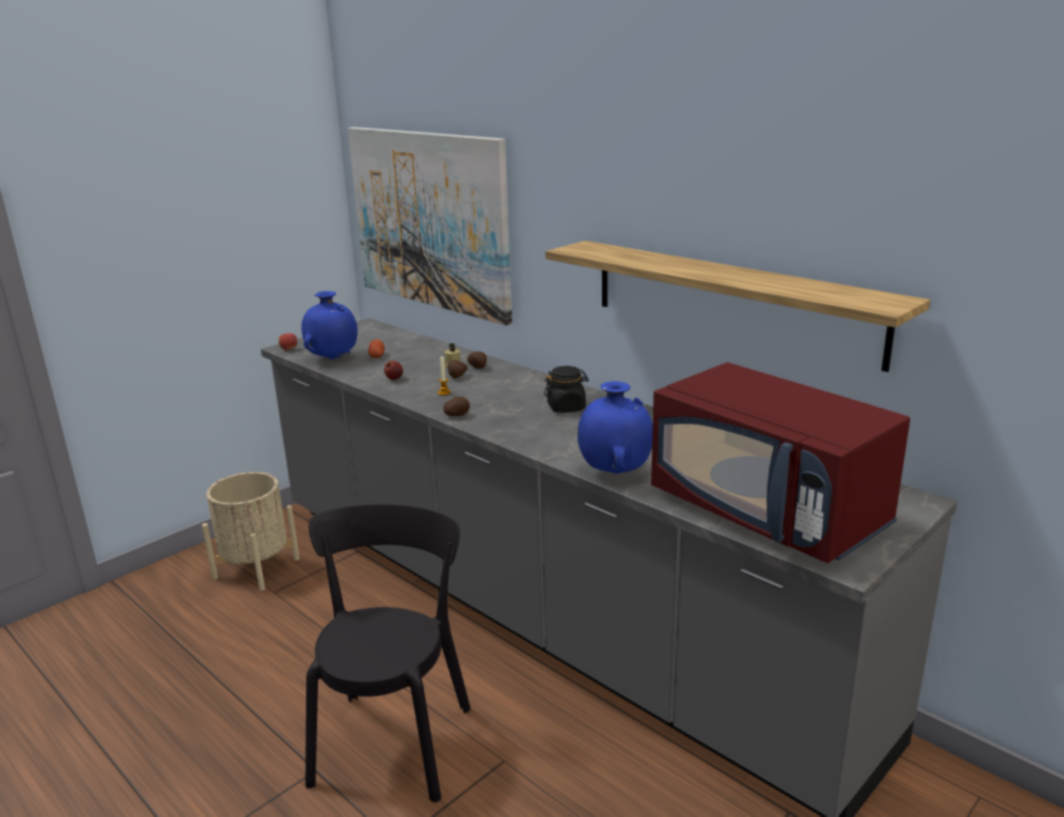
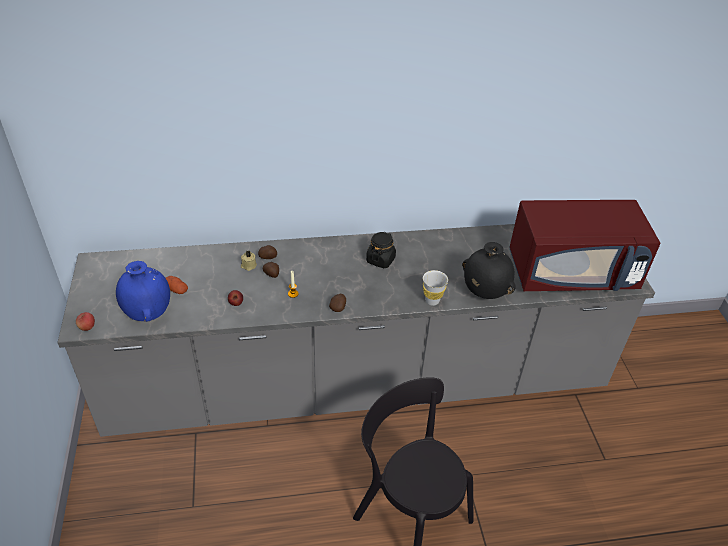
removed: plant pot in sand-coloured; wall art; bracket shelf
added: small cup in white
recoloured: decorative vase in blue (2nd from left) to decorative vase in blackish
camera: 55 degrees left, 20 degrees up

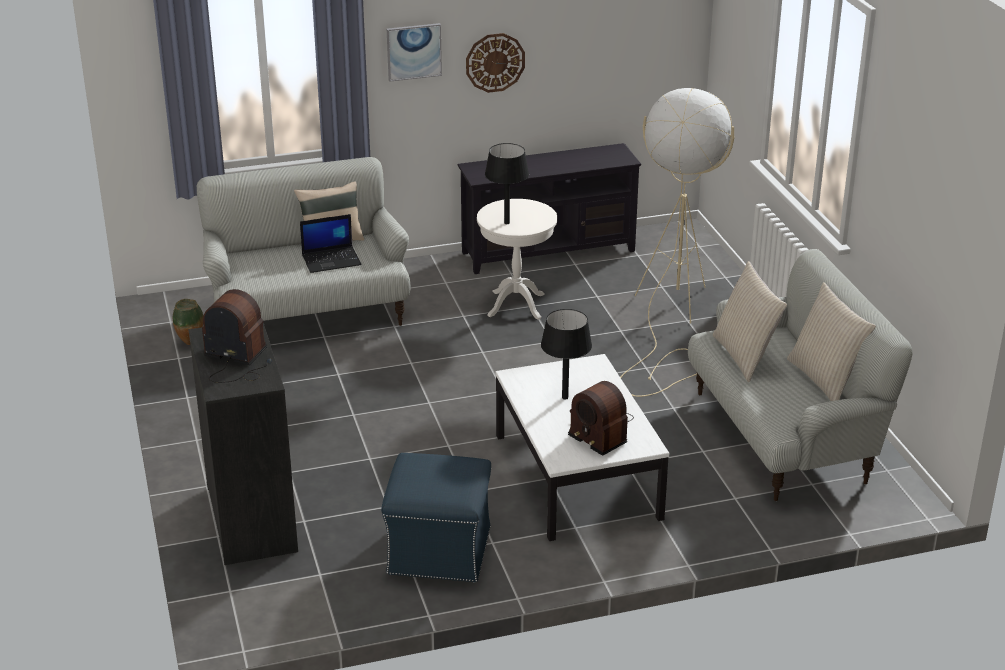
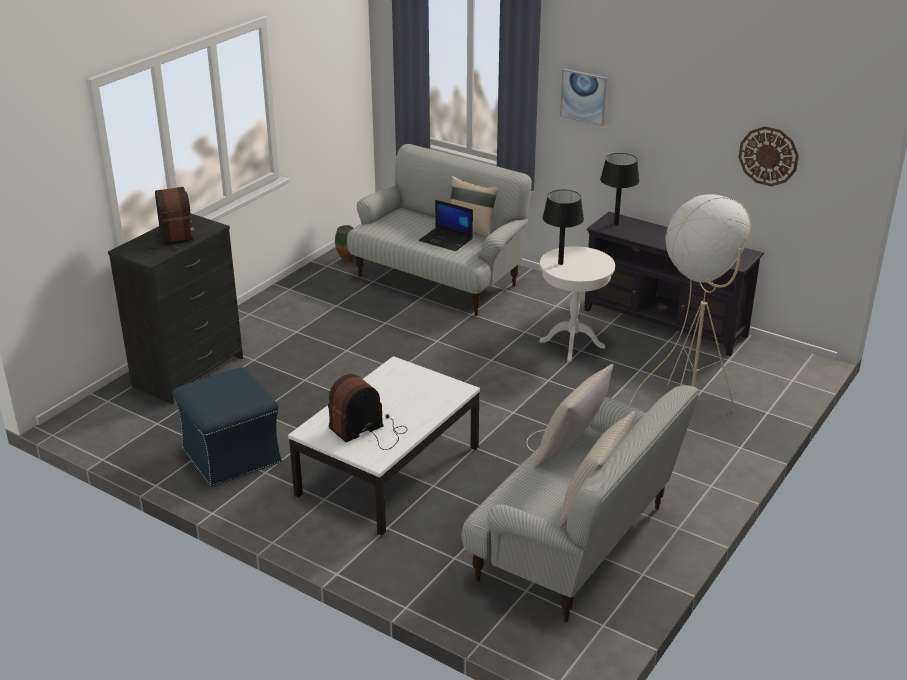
moved: lamp for a table in blackish (2nd from left); clock on the wall
turned: radio receiver (2nd from left) 45 degrees clockwise
camera: 50 degrees right, 0 degrees up

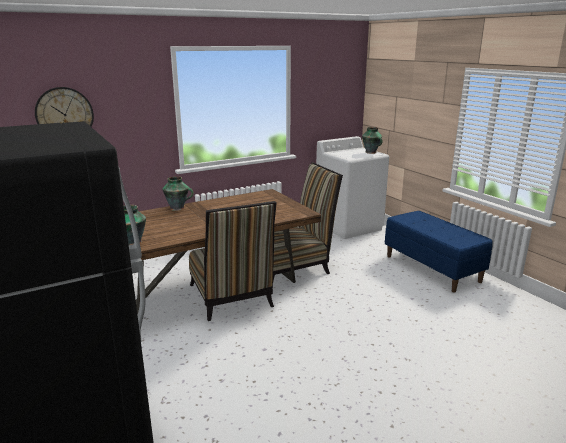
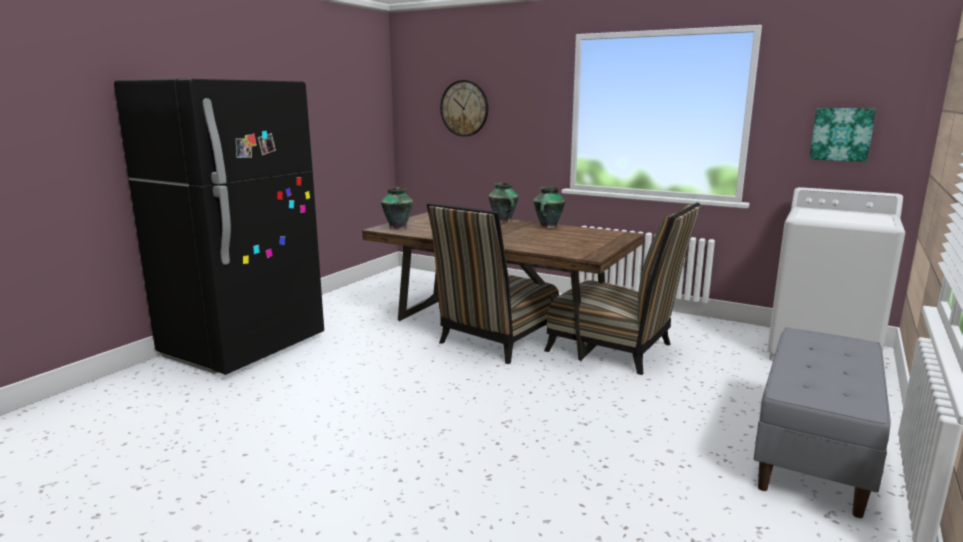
added: wall art
moved: decorative vase (3rd from left)
recoloured: bench in blue to bench in grey
camera: 60 degrees right, 5 degrees down

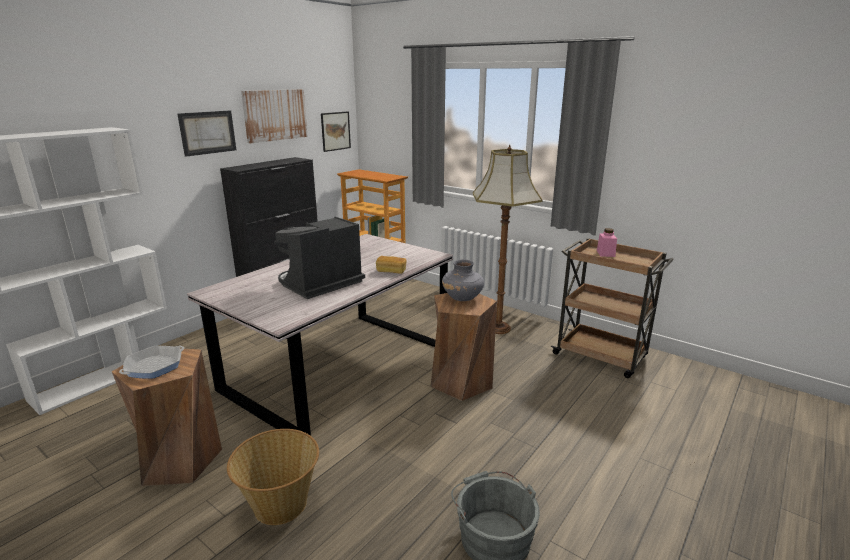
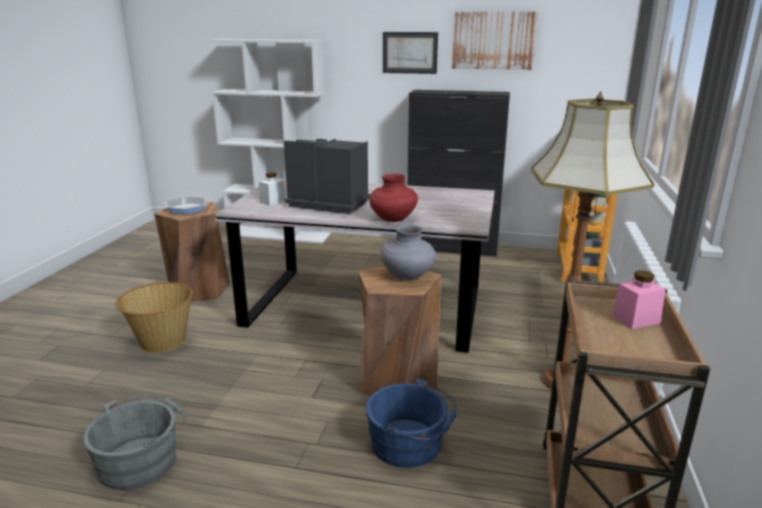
removed: wall art (3rd from left)
added: storage jar in white; water bucket in blue
replaced: bread to decorative vase in red-coloured
camera: 65 degrees right, 0 degrees up

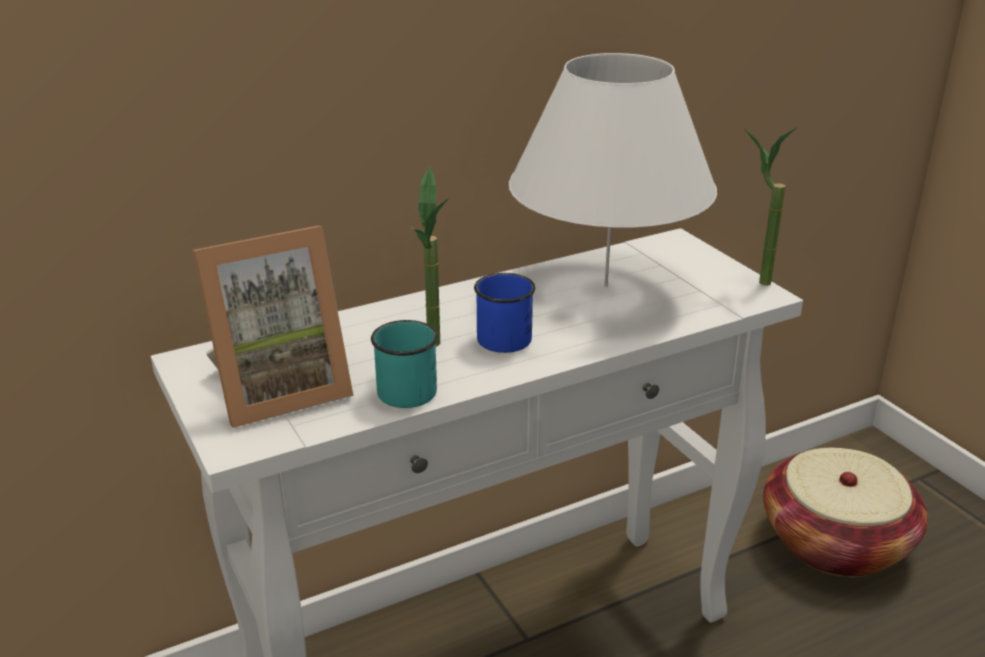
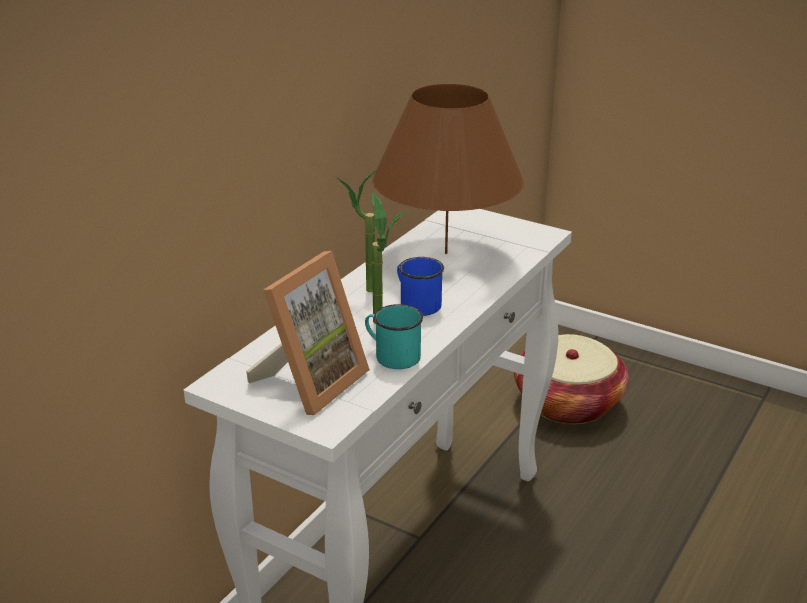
moved: plant in a pot (2nd from left in the first image) to plant in a pot (1st from left)
recoloured: lamp for a table in white to lamp for a table in brownish
camera: 30 degrees left, 0 degrees up

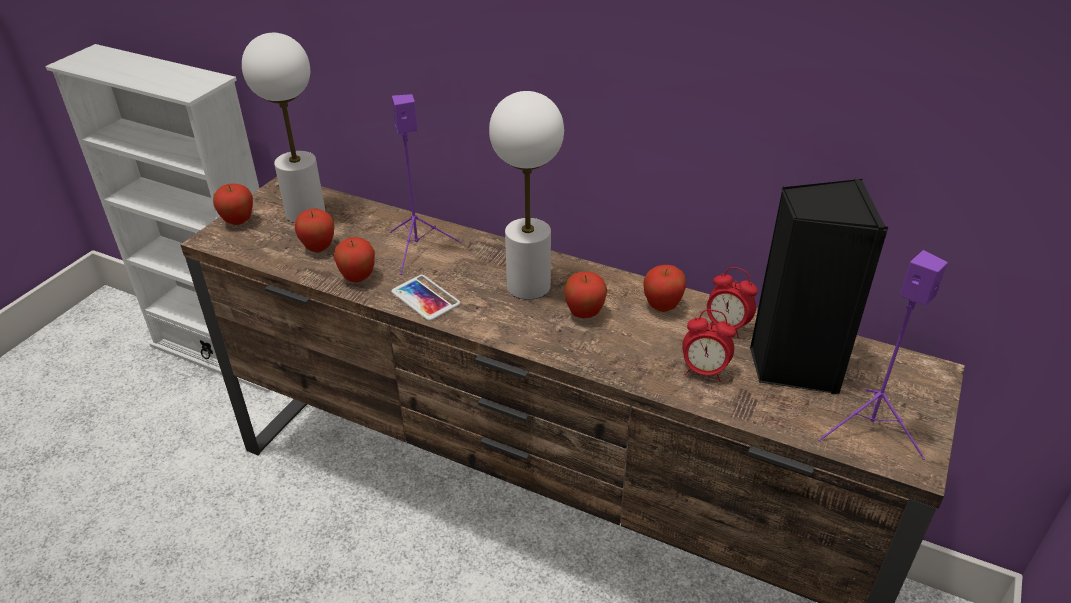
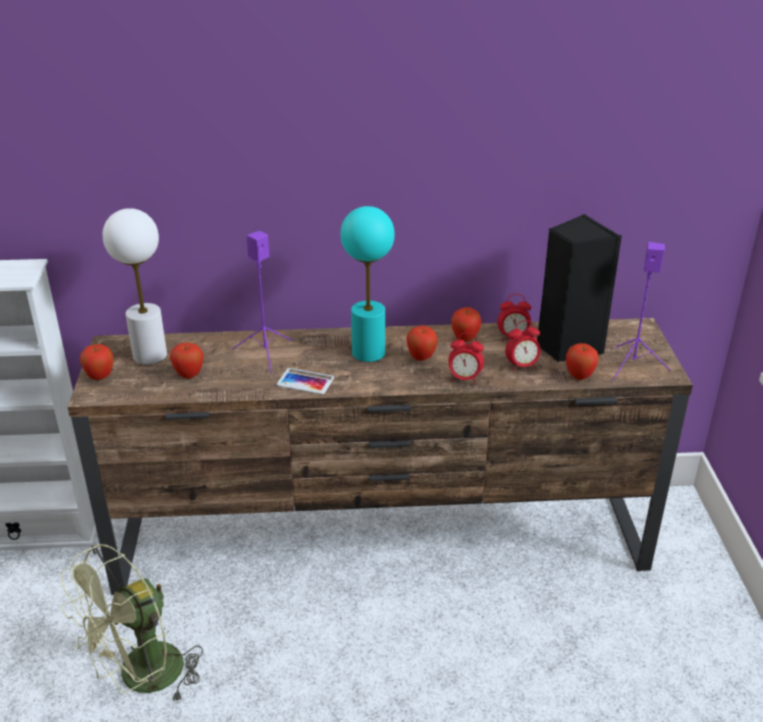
added: cooling fan in green; bedside clock (1st from left)
moved: apple fruit (3rd from left in the first image) to apple fruit (5th from left)
recoloured: lamp for a table in white (2nd from left) to lamp for a table in turquoise
camera: 30 degrees left, 5 degrees down

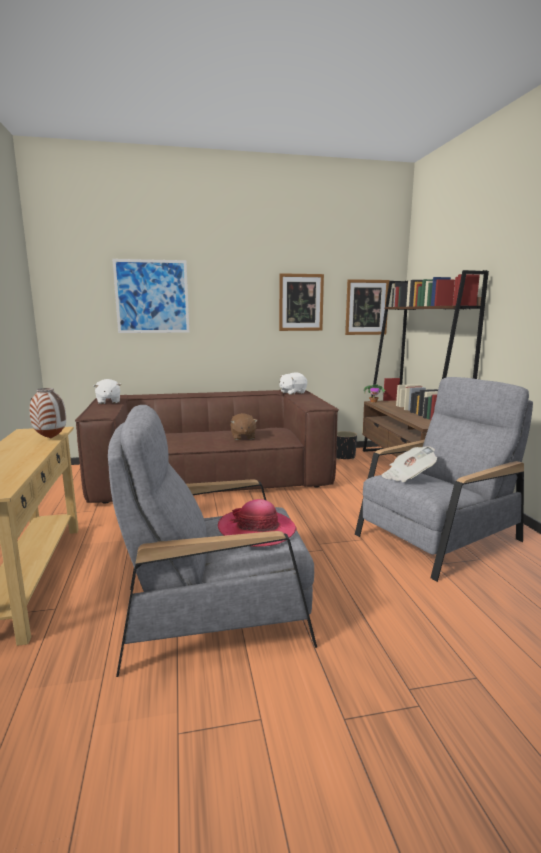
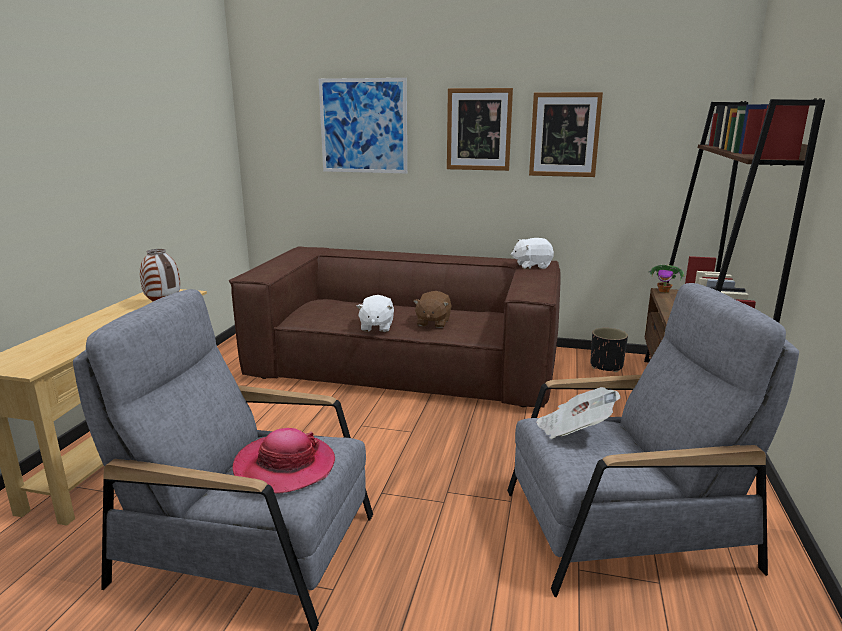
moved: soft toy in white (1st from left); wall art (3rd from left in the first image) to wall art (2nd from left)
camera: 25 degrees right, 5 degrees up

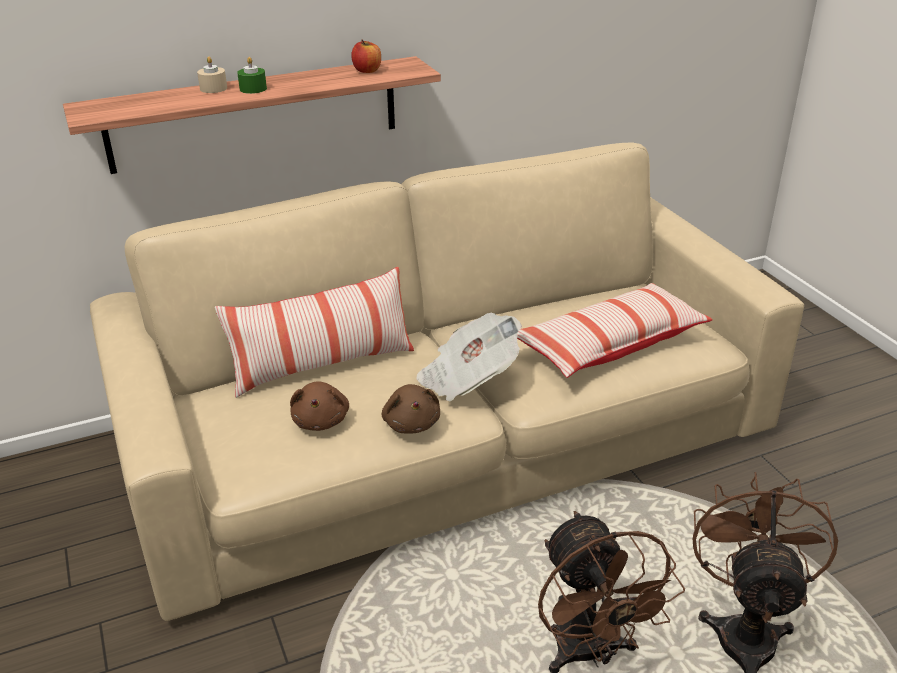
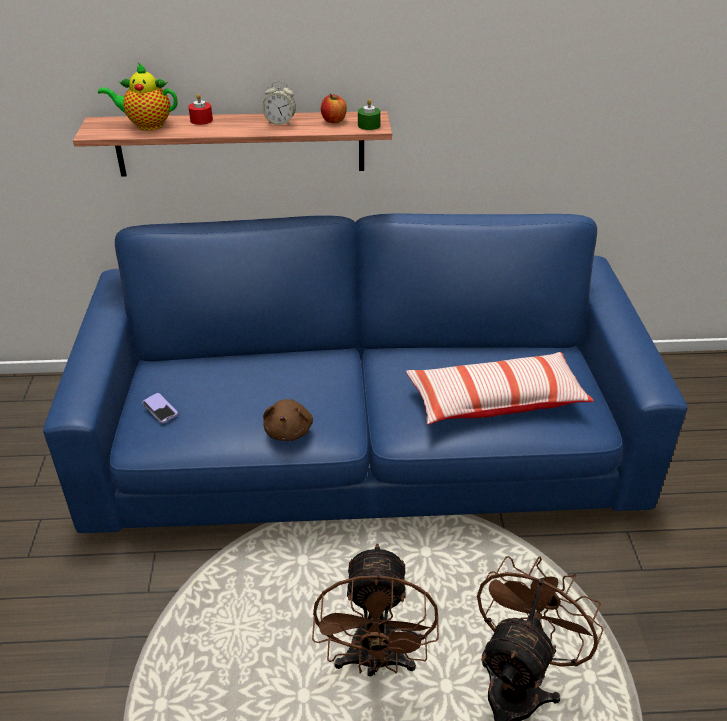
removed: pillow (1st from left); soft toy in brownish (1st from left); daily paper
added: teapot; phone; bedside clock
moved: wax light in green
recoloured: sofa in sand-coloured to sofa in blue; wax light in sand-coloured to wax light in red-coloured
camera: 20 degrees right, 5 degrees up

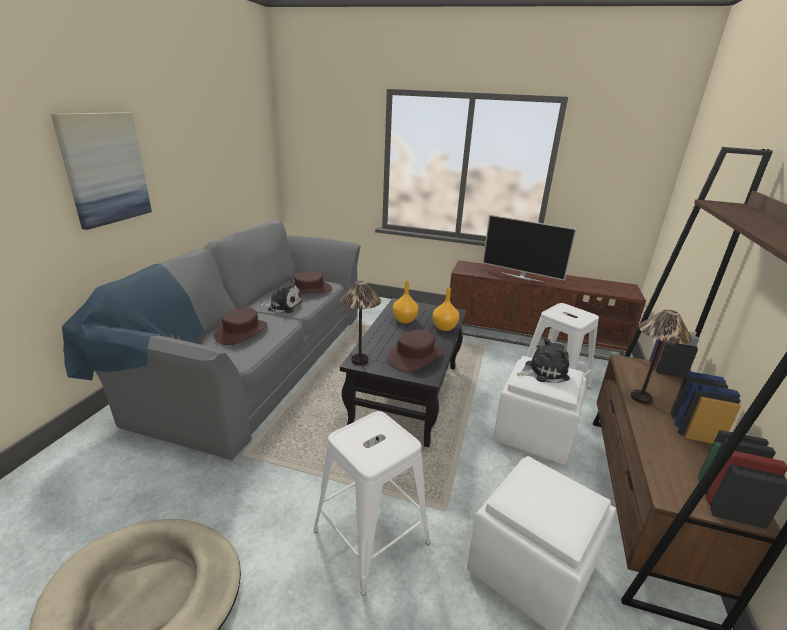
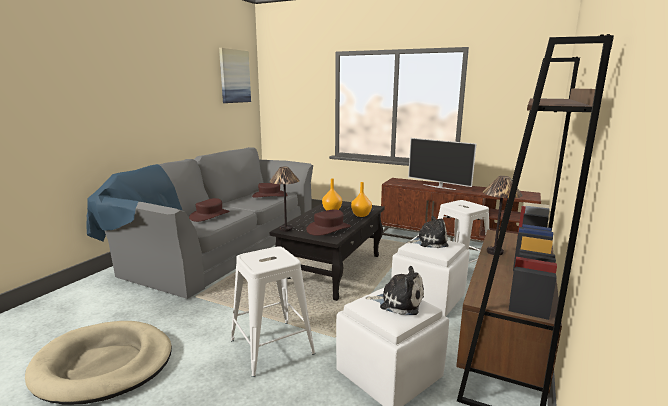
moved: wall art; soft toy (1st from left)
camera: 10 degrees right, 10 degrees down

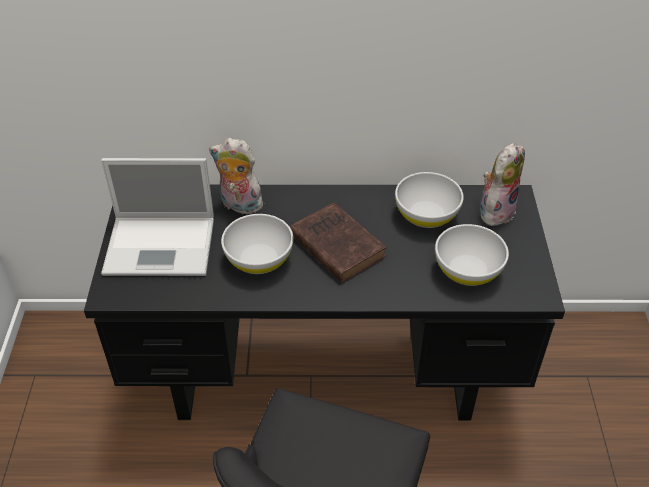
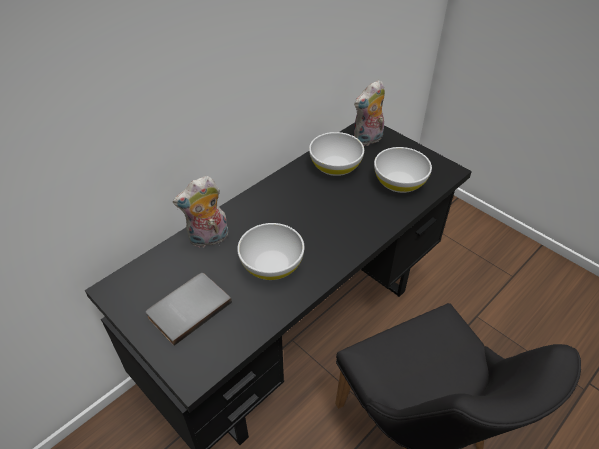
removed: volume in brownish
replaced: portable computer to volume in grey
turned: soft toy (2nd from left) 120 degrees counterclockwise
camera: 45 degrees left, 0 degrees up

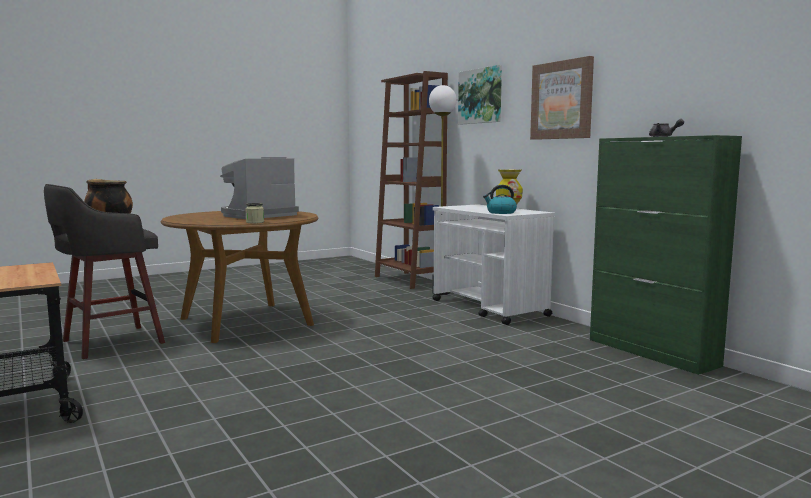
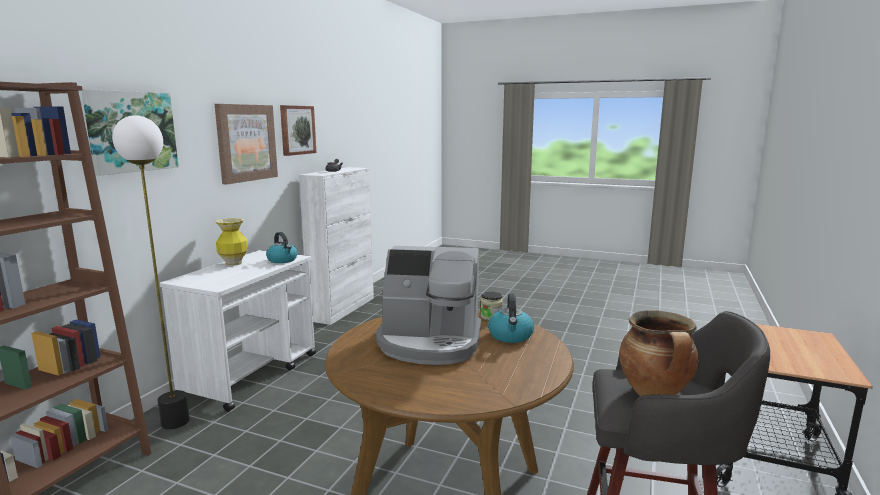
added: wall art (3rd from left); tea kettle (2nd from left)
recoloured: storage cabinet in green to storage cabinet in white
camera: 125 degrees left, 5 degrees up

